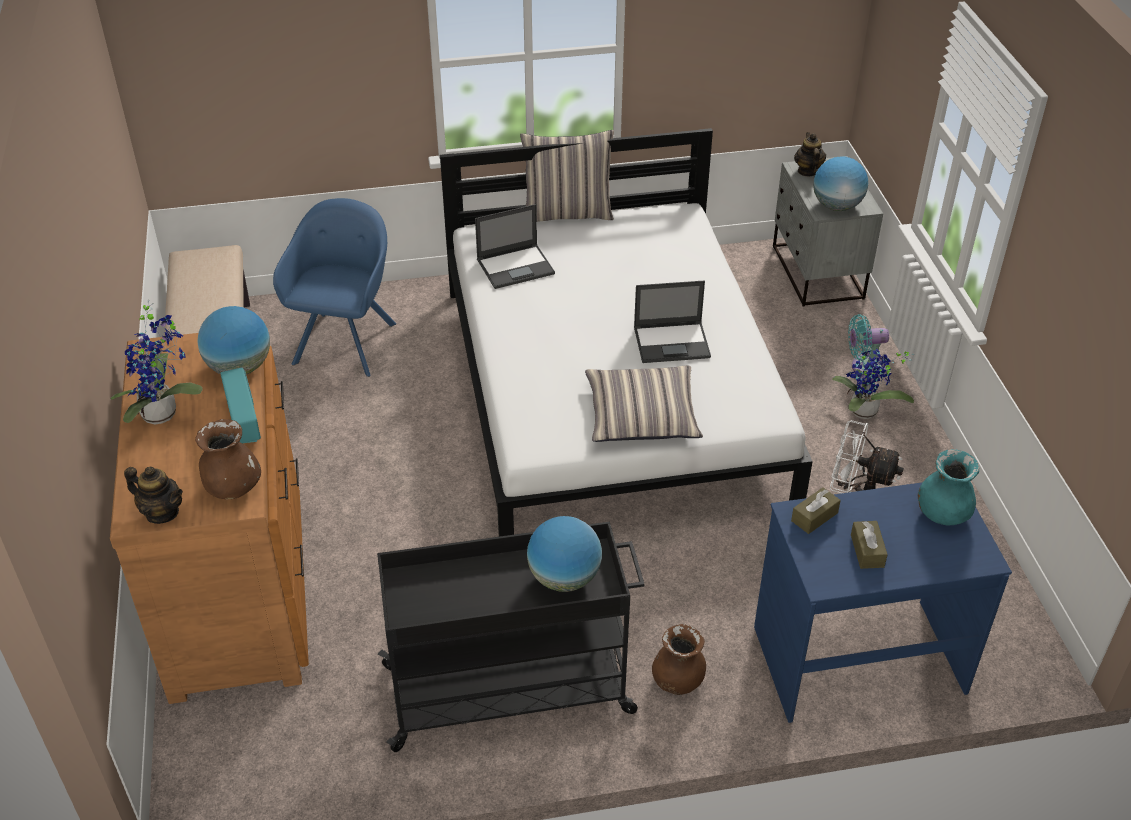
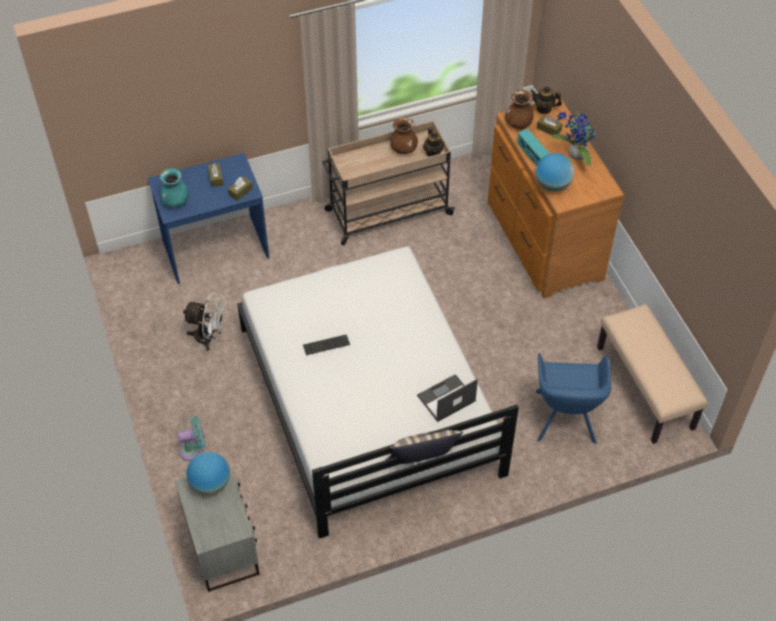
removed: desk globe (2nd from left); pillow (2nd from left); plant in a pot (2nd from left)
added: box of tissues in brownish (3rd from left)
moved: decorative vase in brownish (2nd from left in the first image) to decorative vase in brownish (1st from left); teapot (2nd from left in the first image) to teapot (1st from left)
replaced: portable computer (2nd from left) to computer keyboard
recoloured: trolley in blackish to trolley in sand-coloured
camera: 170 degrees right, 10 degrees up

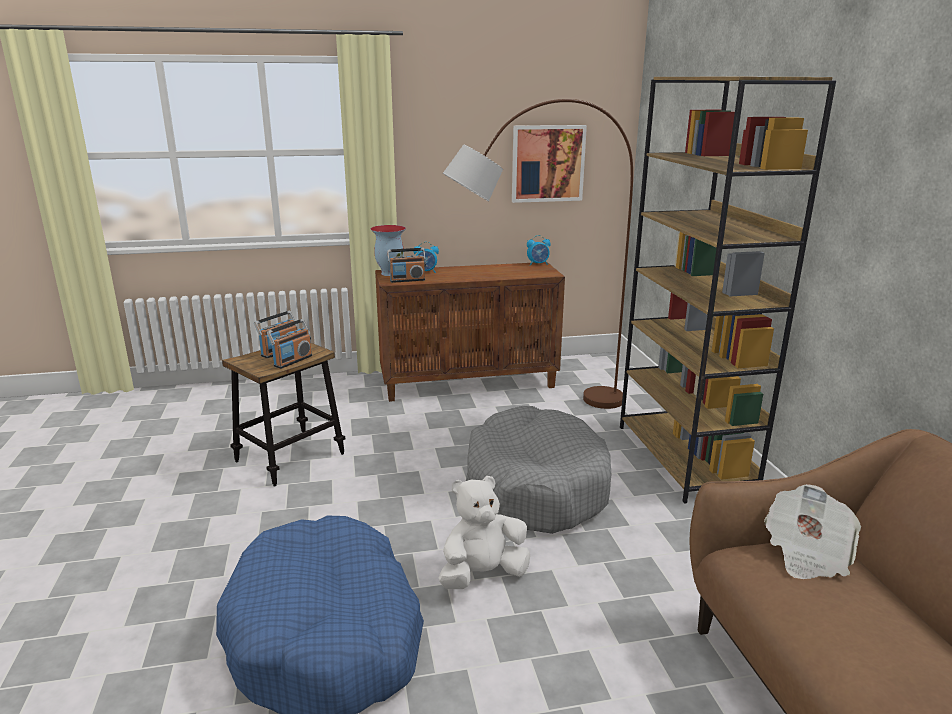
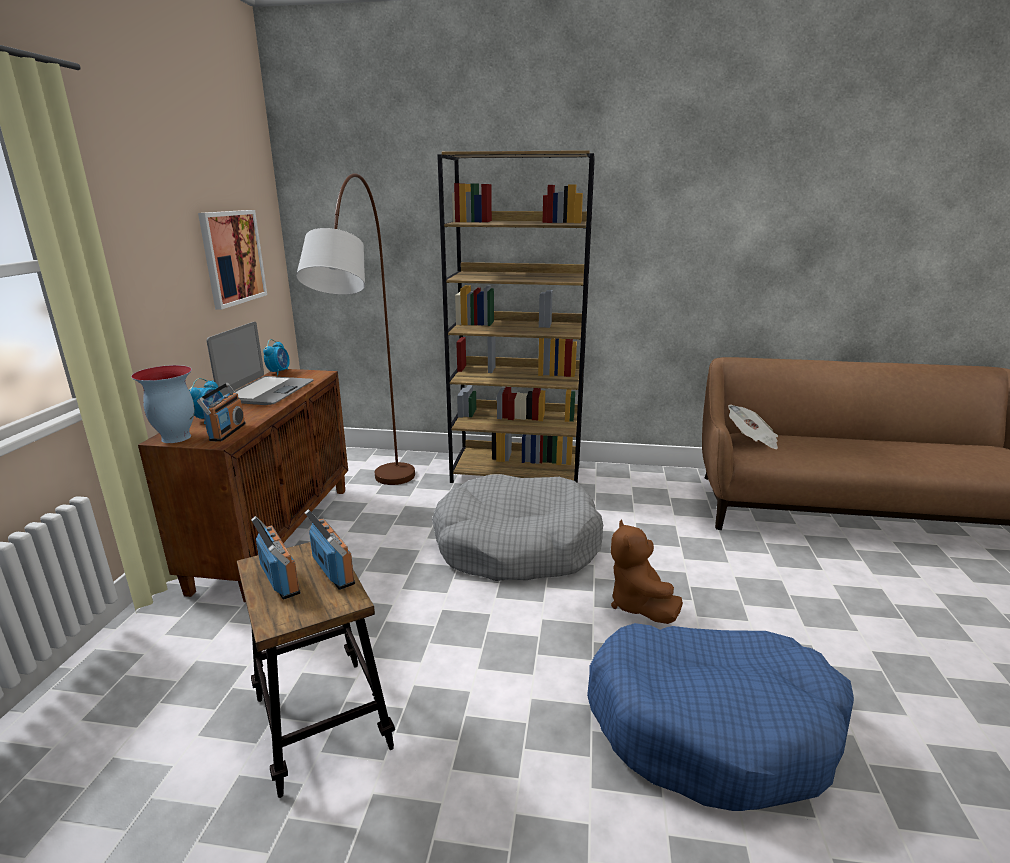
added: portable computer
recoloured: soft toy in white to soft toy in brownish
camera: 70 degrees left, 0 degrees up

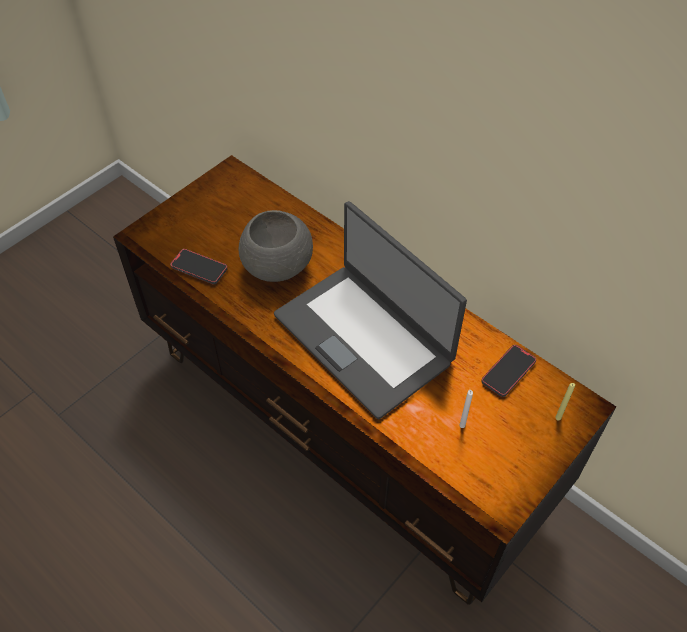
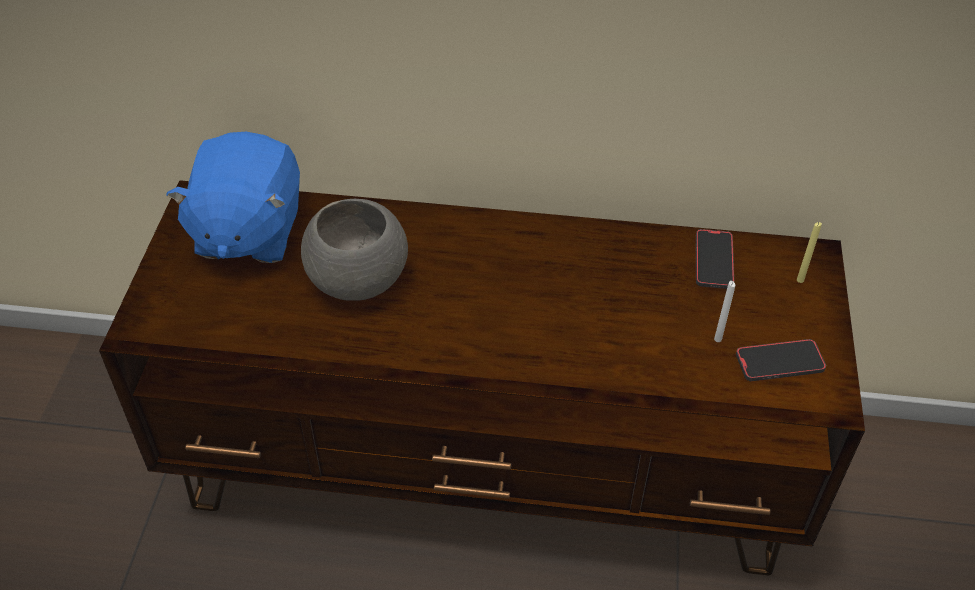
removed: portable computer
added: soft toy in blue
moved: phone (1st from left in the first image) to phone (2nd from left)
camera: 35 degrees left, 5 degrees down

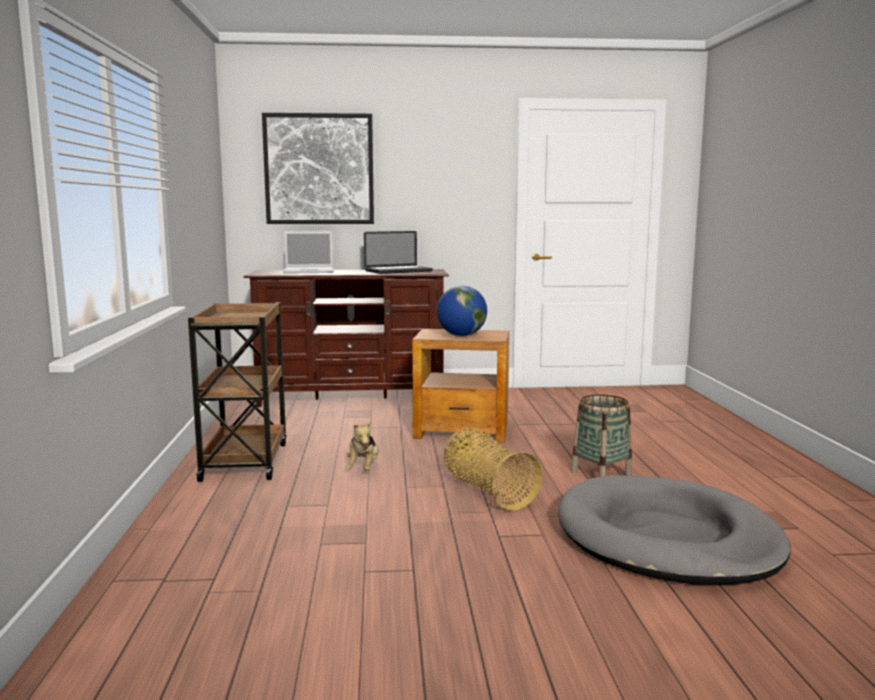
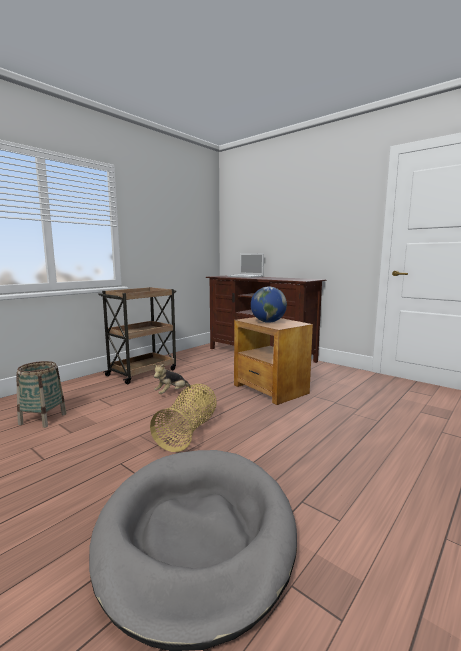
removed: wall art; portable computer (2nd from left)
moved: household basket (2nd from left in the first image) to household basket (1st from left)
camera: 45 degrees right, 0 degrees up

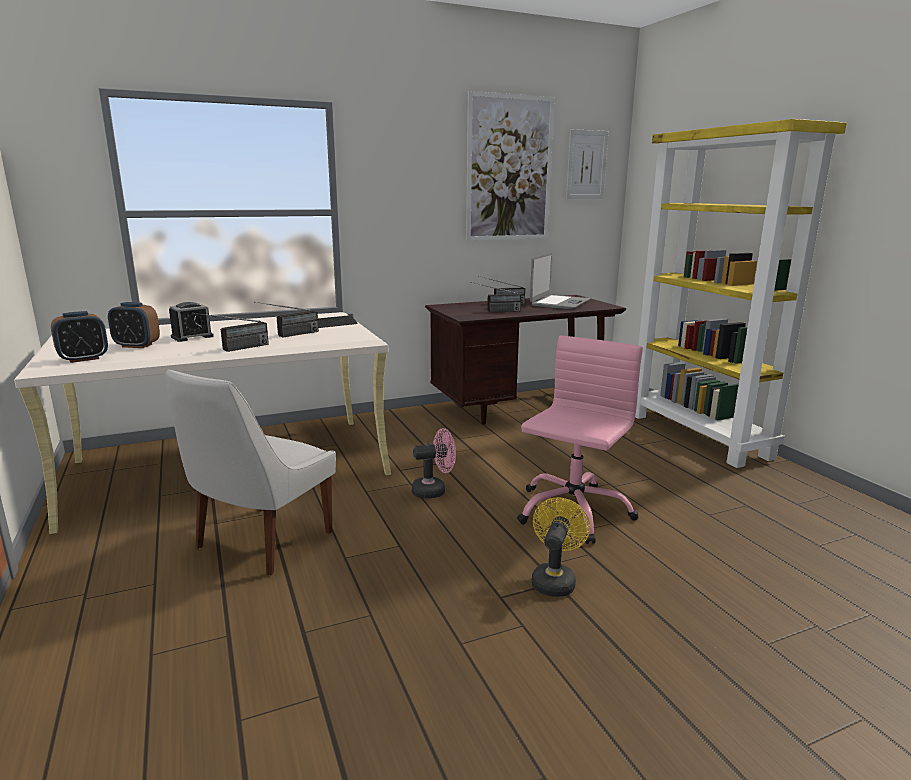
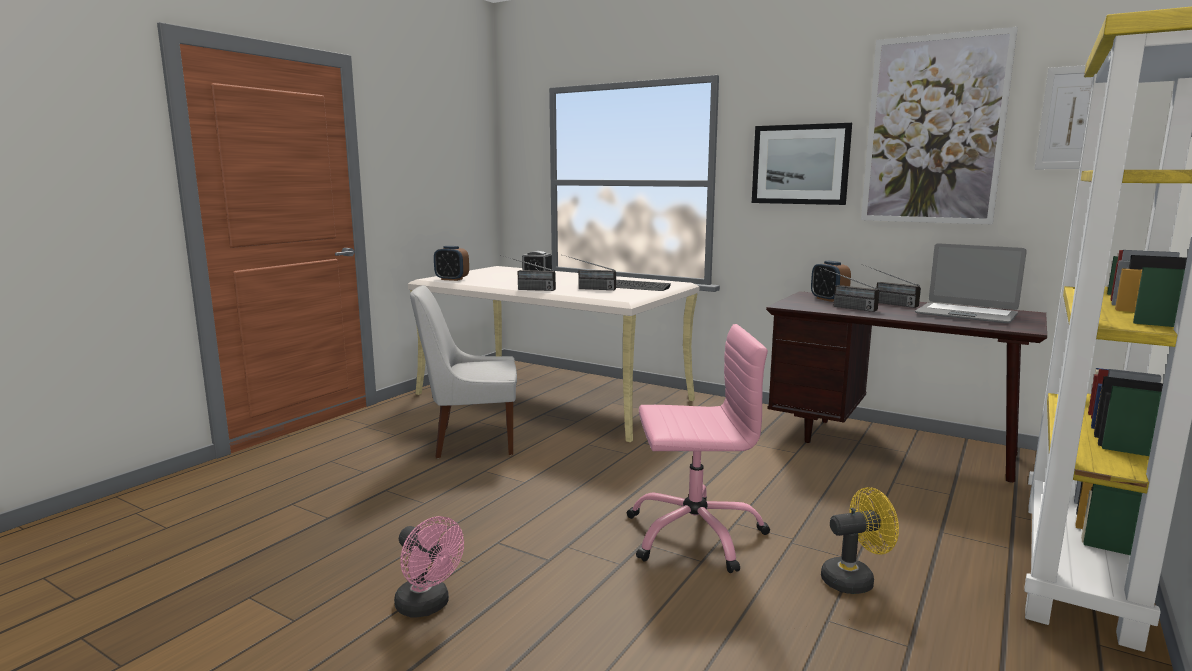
added: wall art (1st from left)
moved: cooling fan in pinkish; bedside clock (2nd from left in the first image) to bedside clock (3rd from left); cooling fan in yellowish
turned: portable computer 45 degrees clockwise
camera: 55 degrees right, 5 degrees down

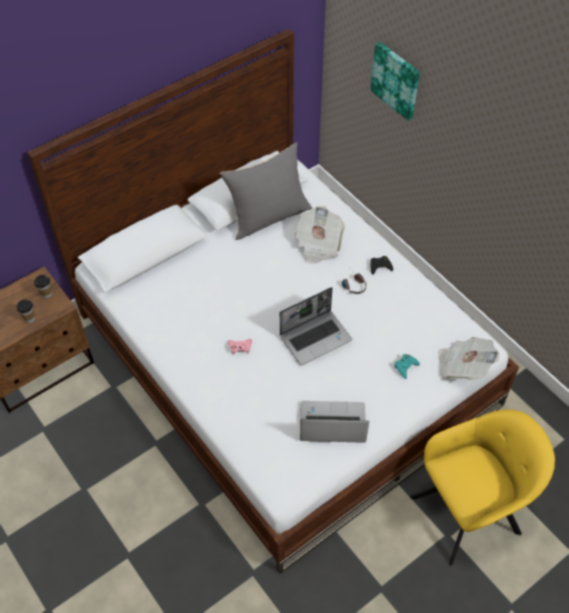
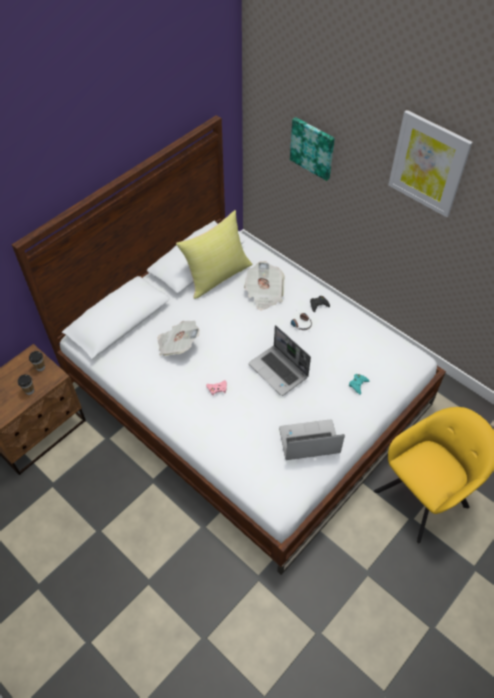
added: wall art (2nd from left)
moved: daily paper (2nd from left in the first image) to daily paper (1st from left)
recoloured: pillow in grey to pillow in yellowish
turned: portable computer (1st from left) 90 degrees clockwise
camera: 10 degrees left, 0 degrees up

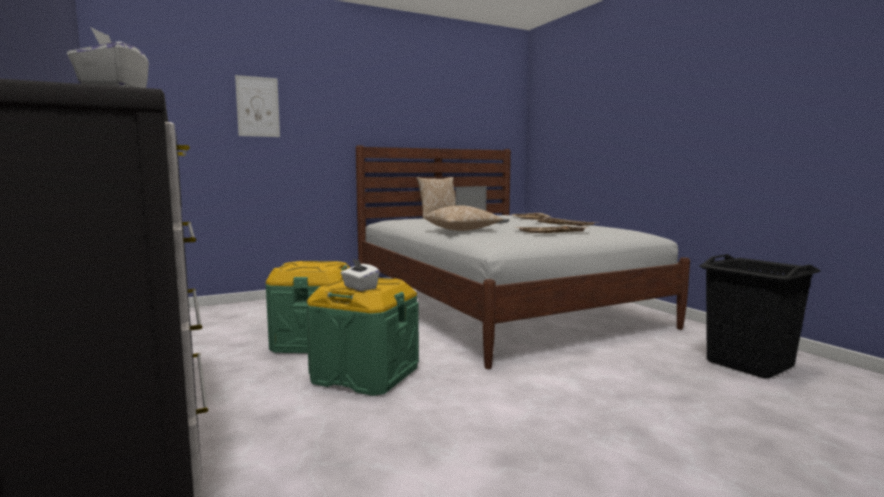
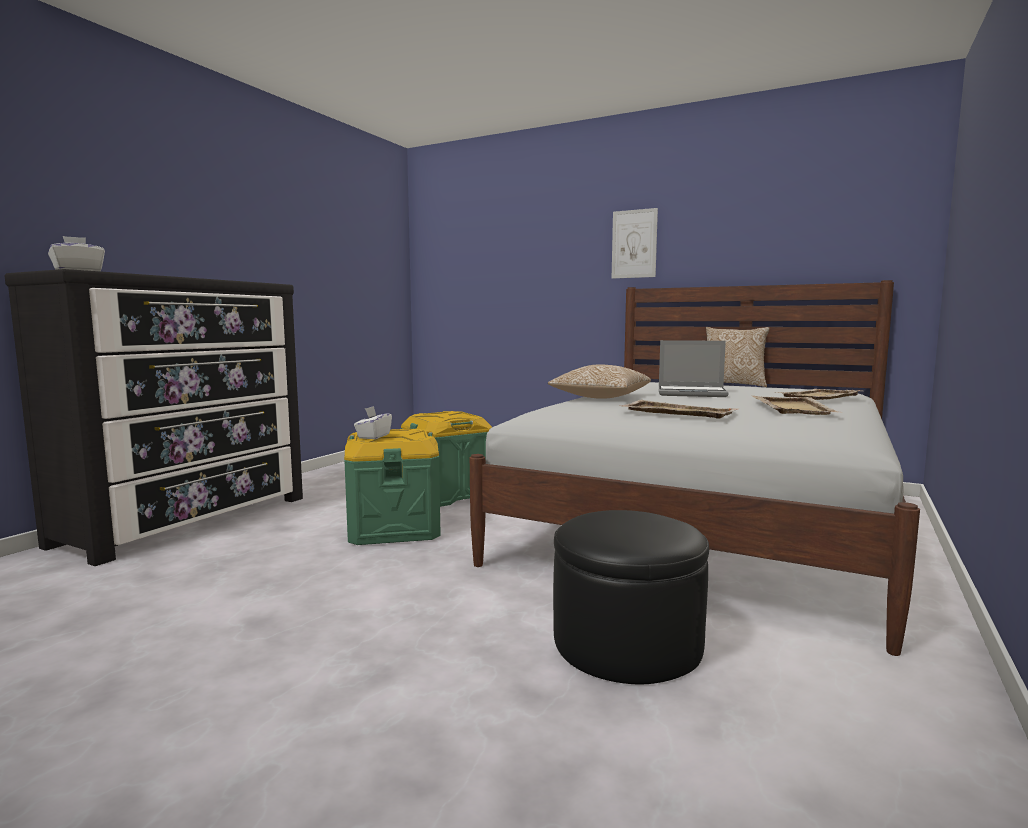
removed: washing basket in blackish
added: footrest in blackish
moved: wall art
camera: 55 degrees right, 0 degrees up

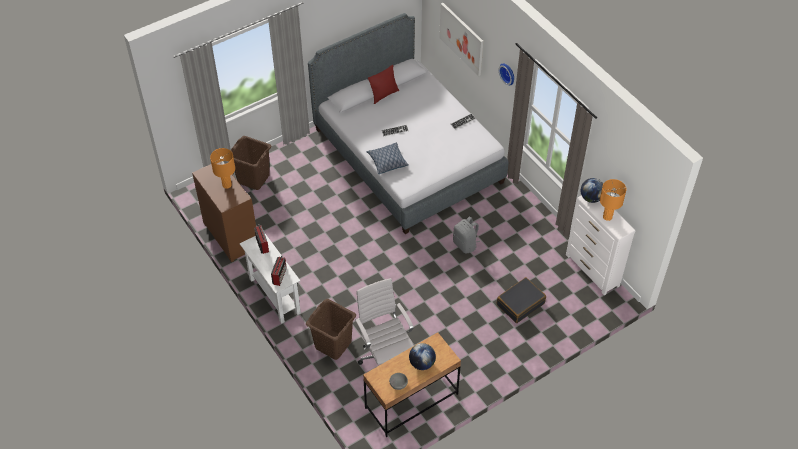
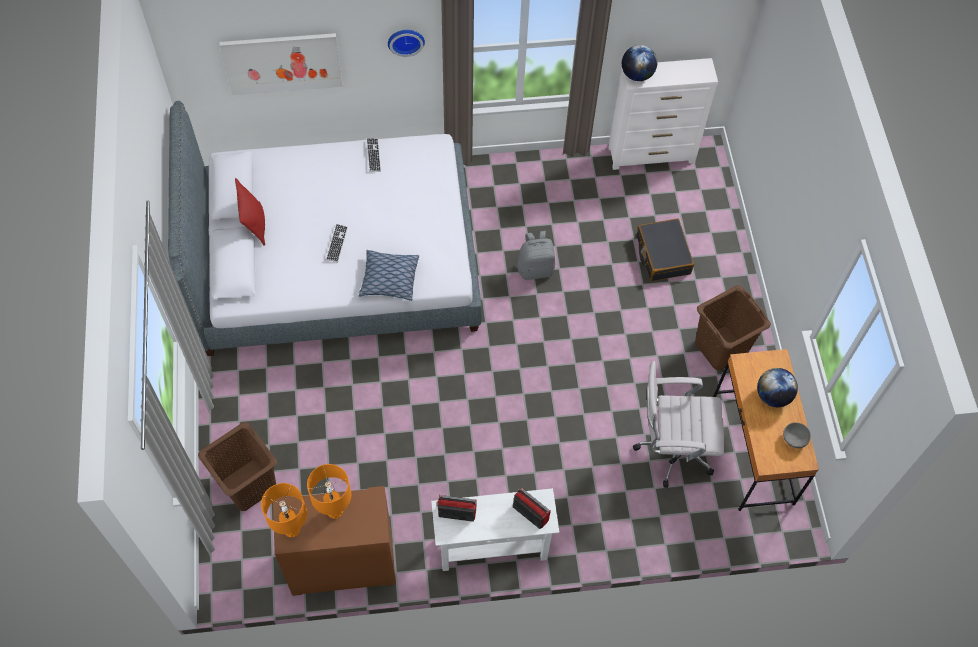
moved: lamp for a table in orangey (2nd from left in the first image) to lamp for a table in orangey (1st from left); washing basket in brownish (2nd from left)
camera: 65 degrees left, 10 degrees up

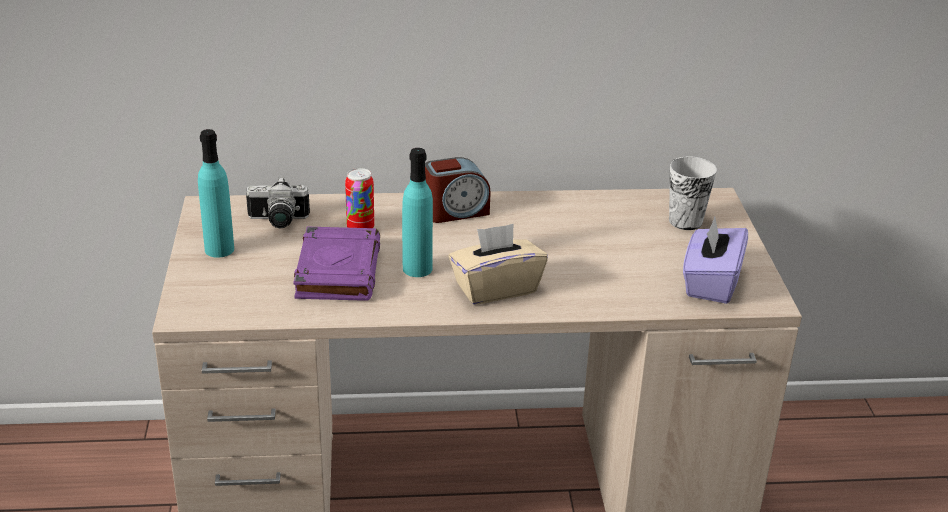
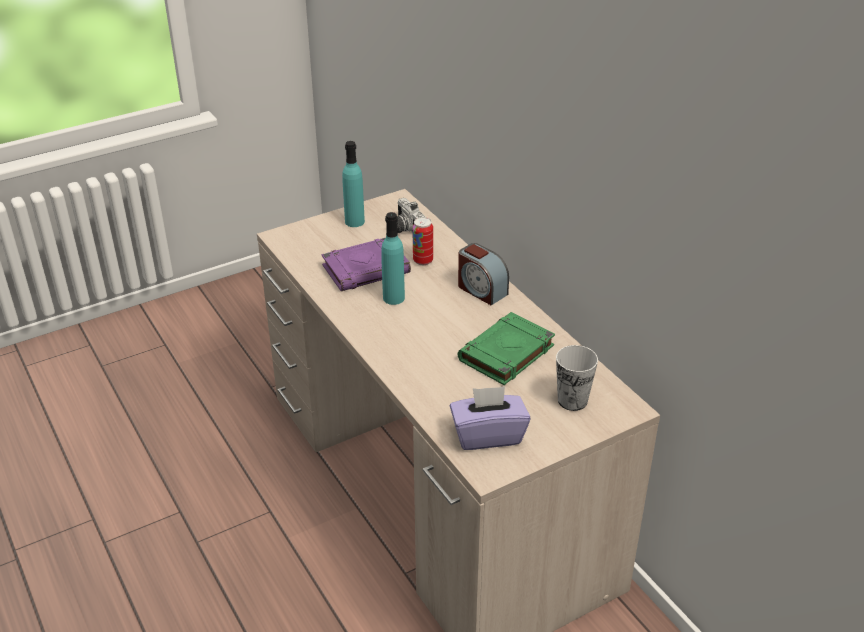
removed: box of tissues in sand-coloured
added: volume in green
camera: 65 degrees right, 5 degrees up

